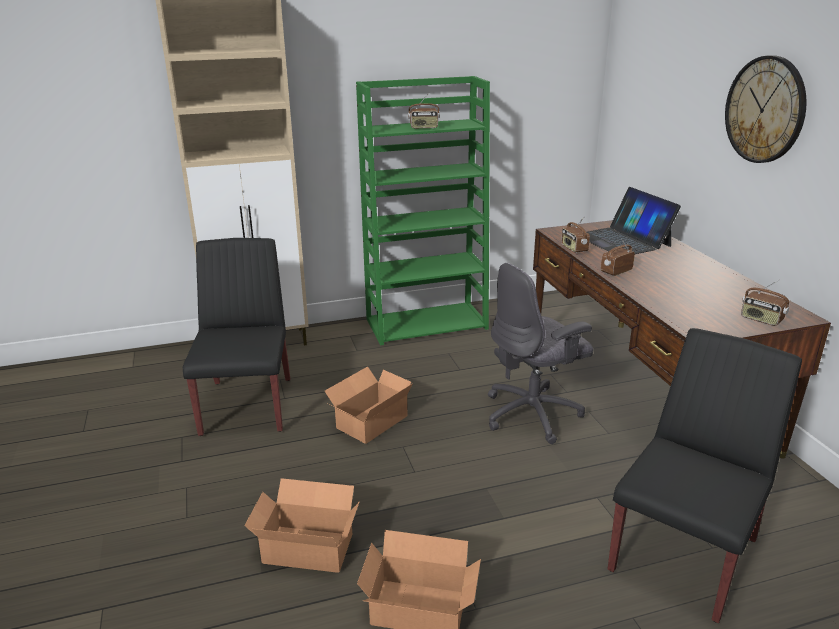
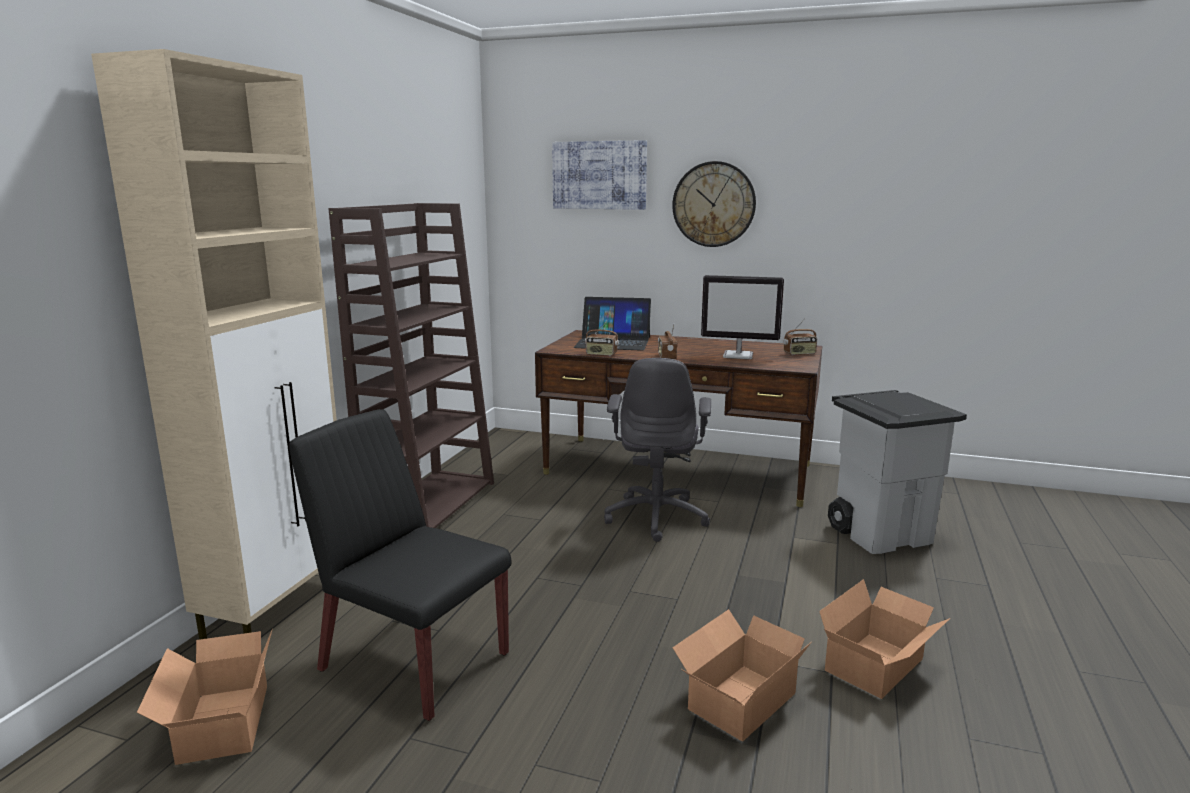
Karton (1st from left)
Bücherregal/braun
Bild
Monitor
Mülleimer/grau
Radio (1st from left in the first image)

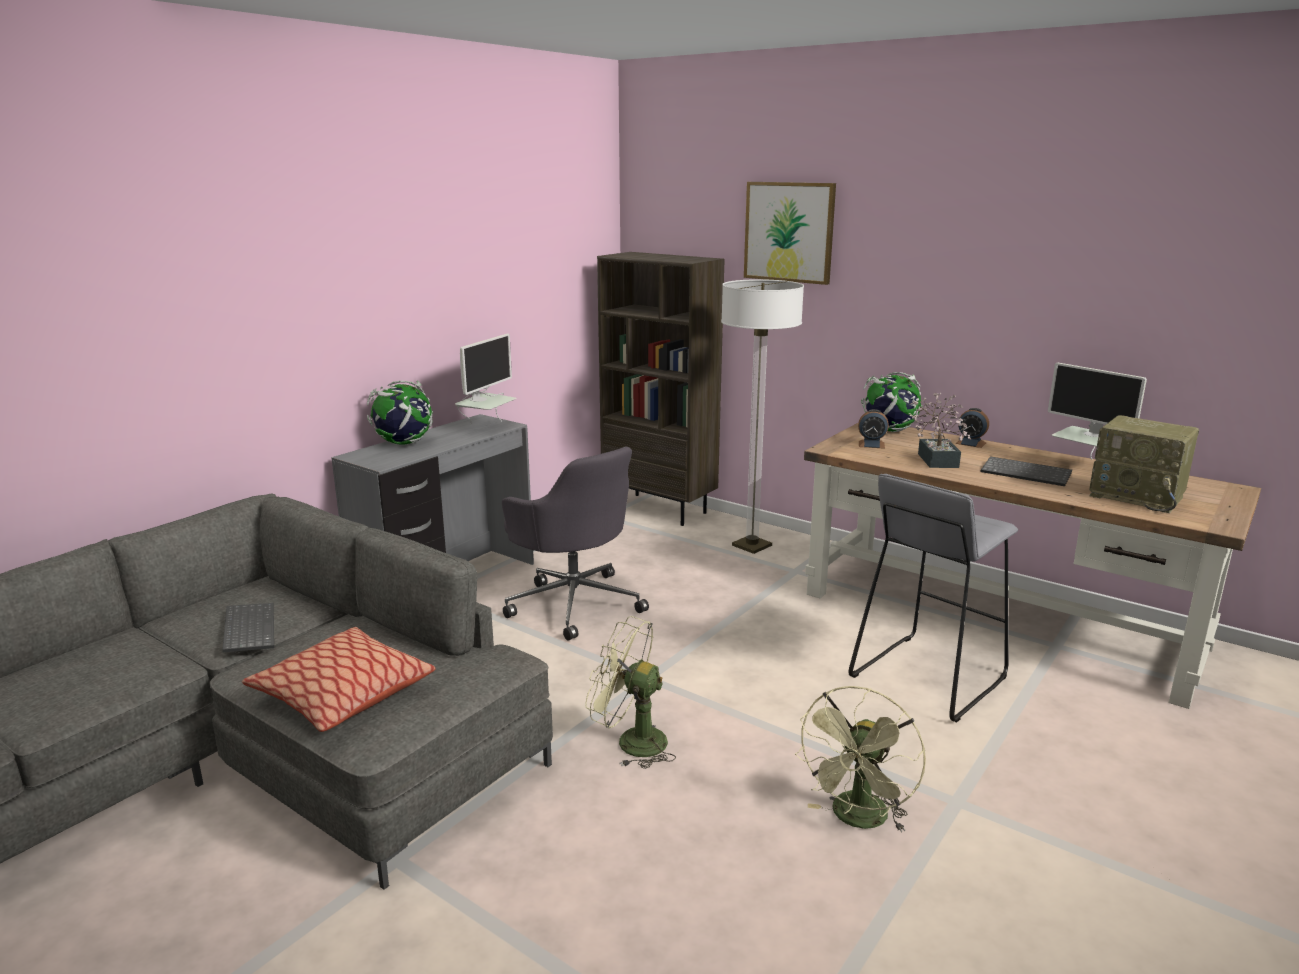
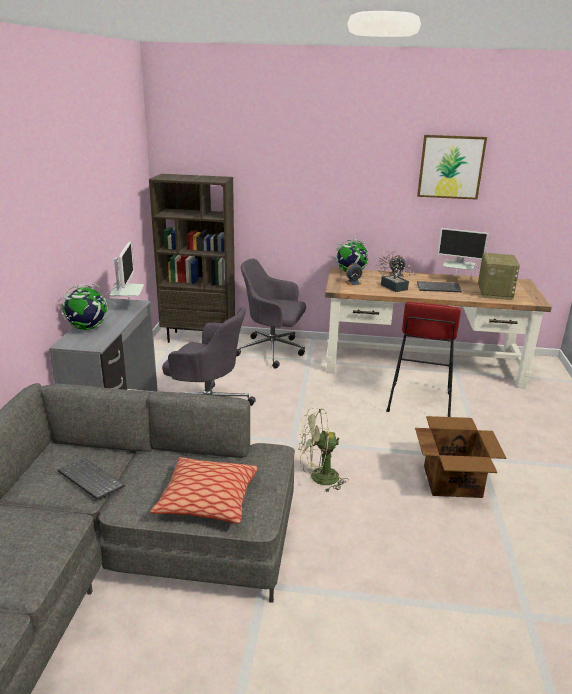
Bürostuhl/grau (2nd from left)
Hocker/rot
Karton
Bild
Radio

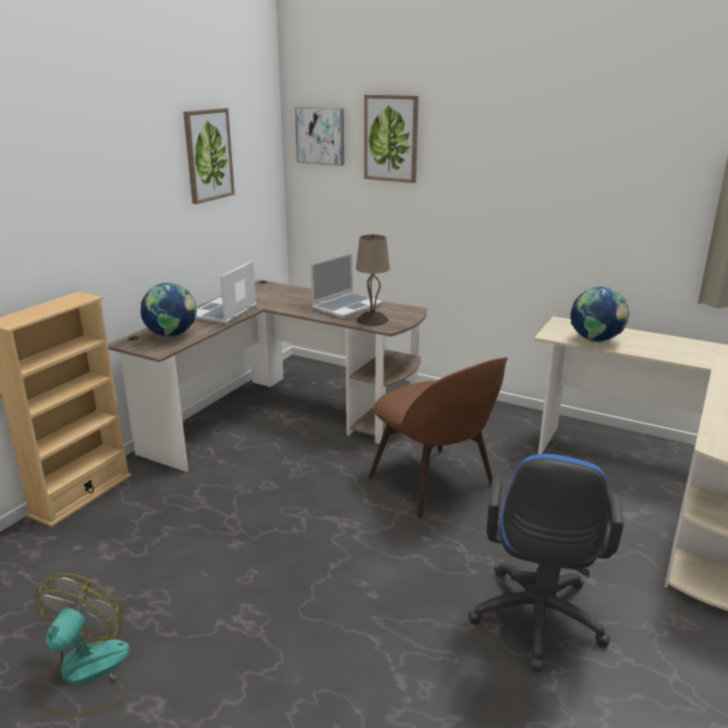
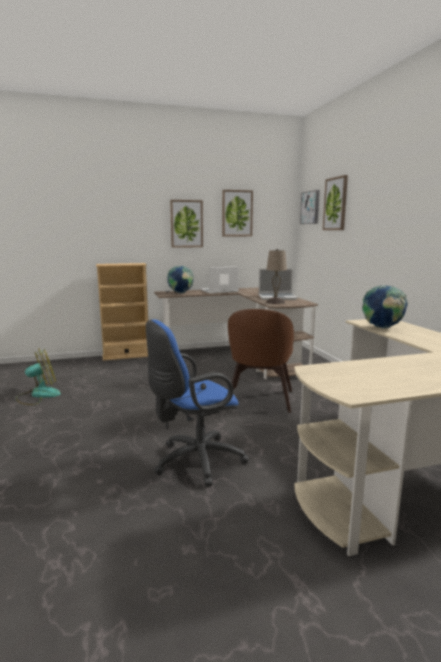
Bild (1st from left)

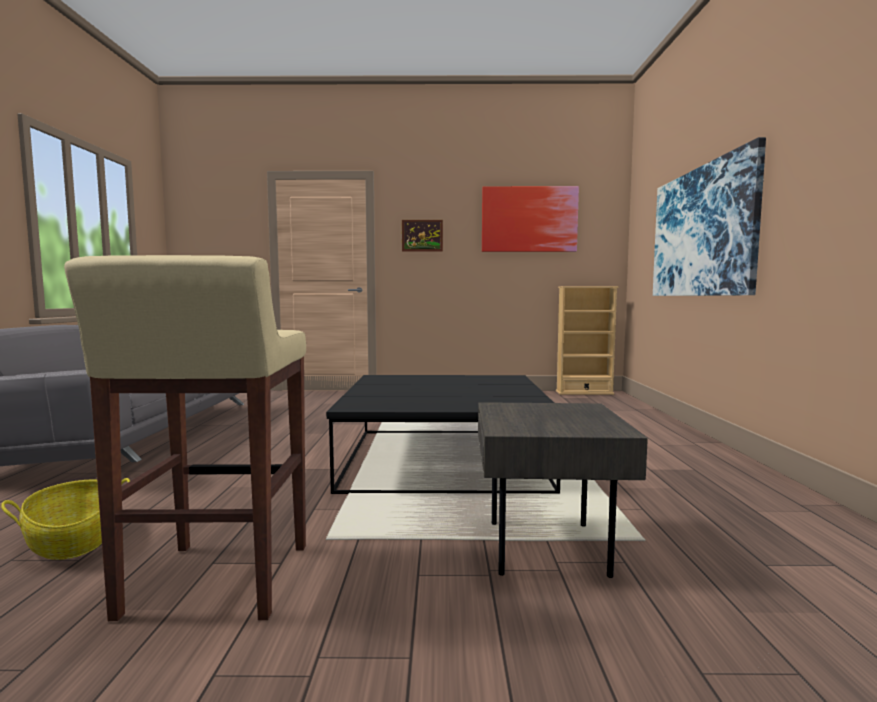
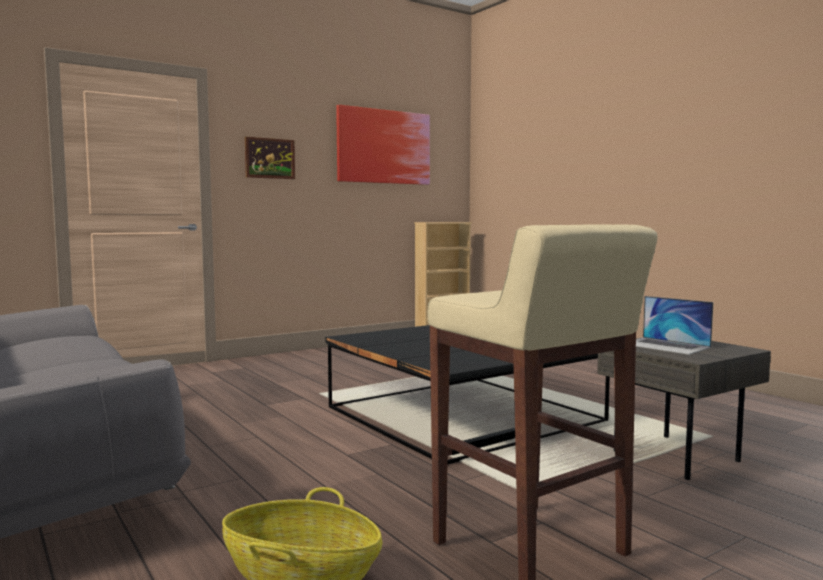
Laptop
Bild (3rd from left in the first image)

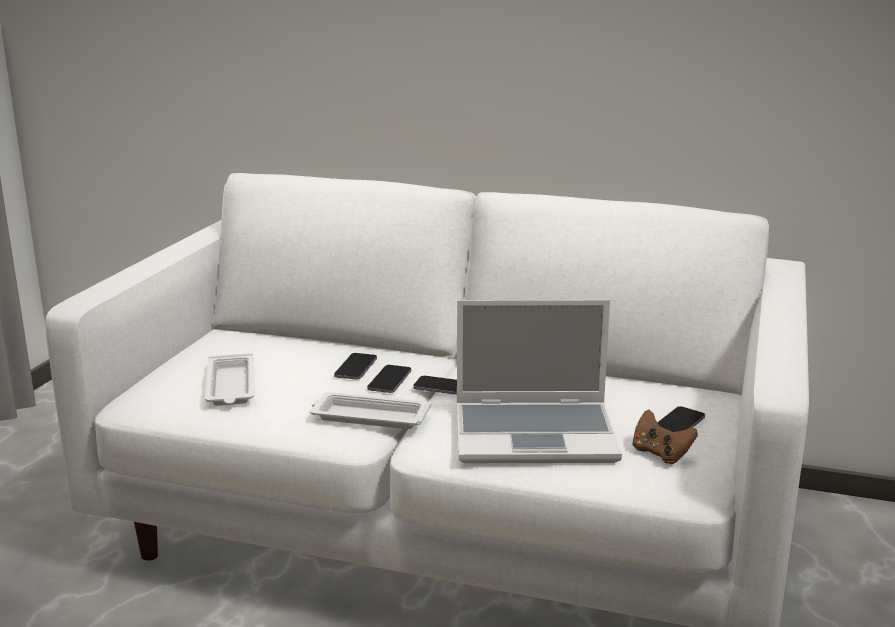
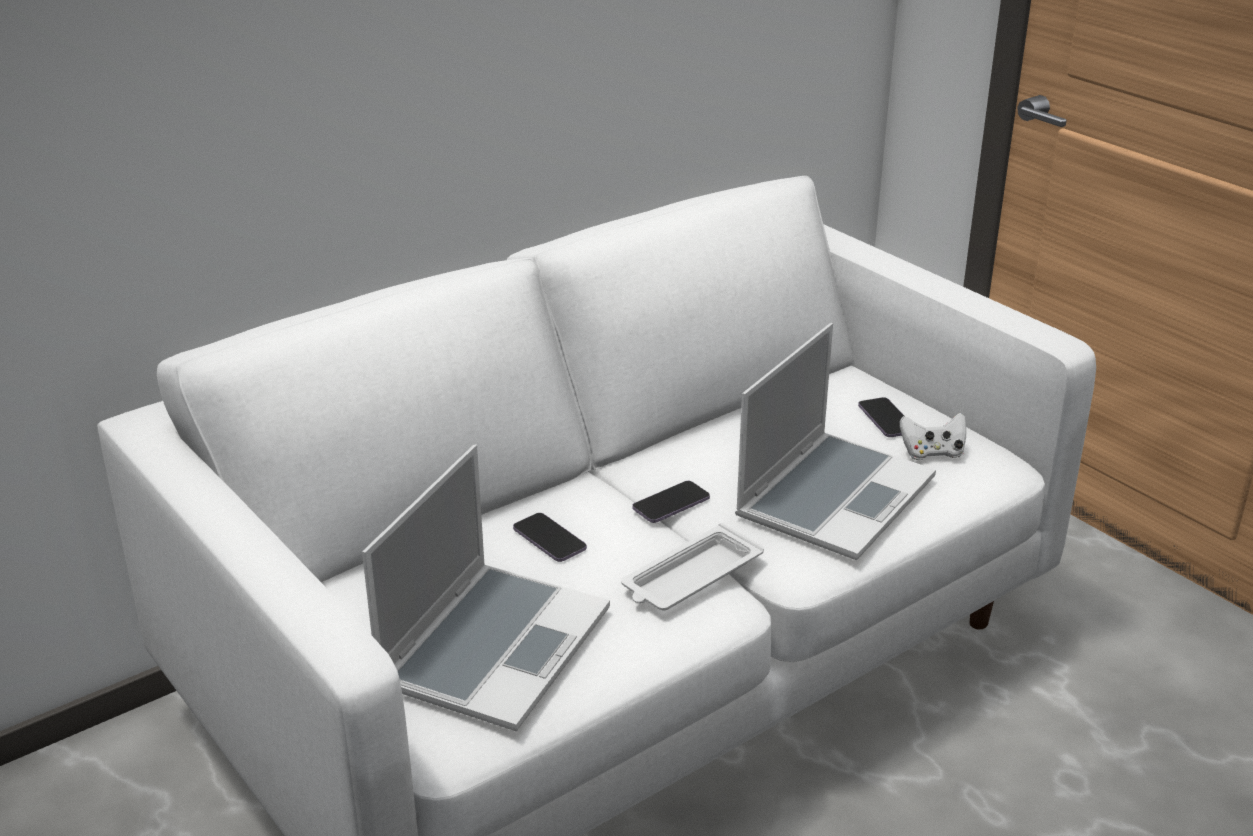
Laptop (1st from left)
Gamepad/weiß
Handy (2nd from left in the first image)

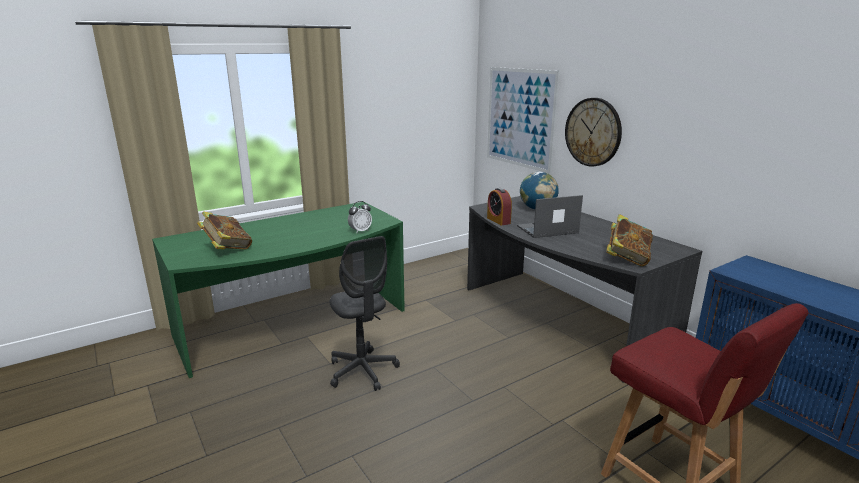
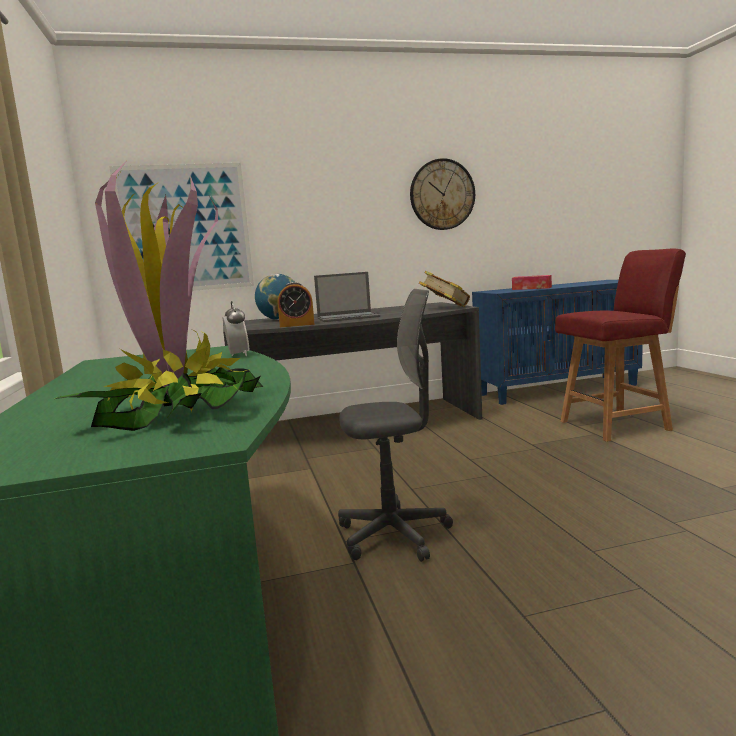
Topfpflanze
Laptop
Wanduhr
Taschentuchbox

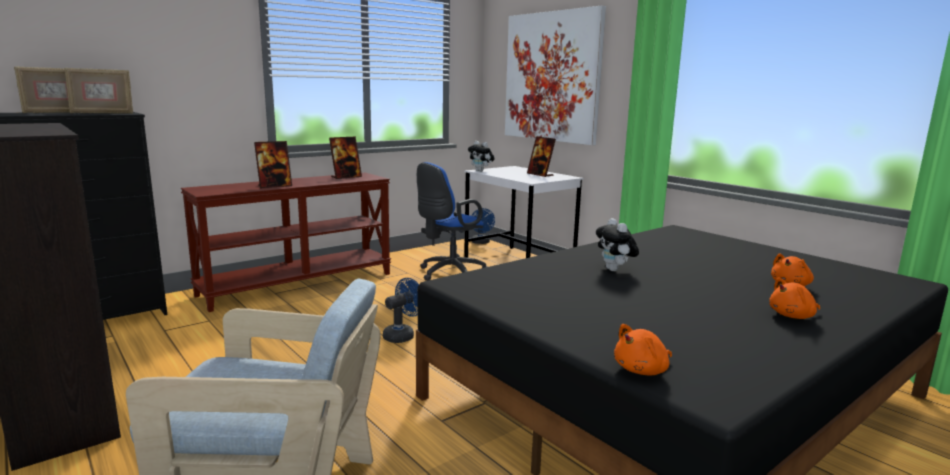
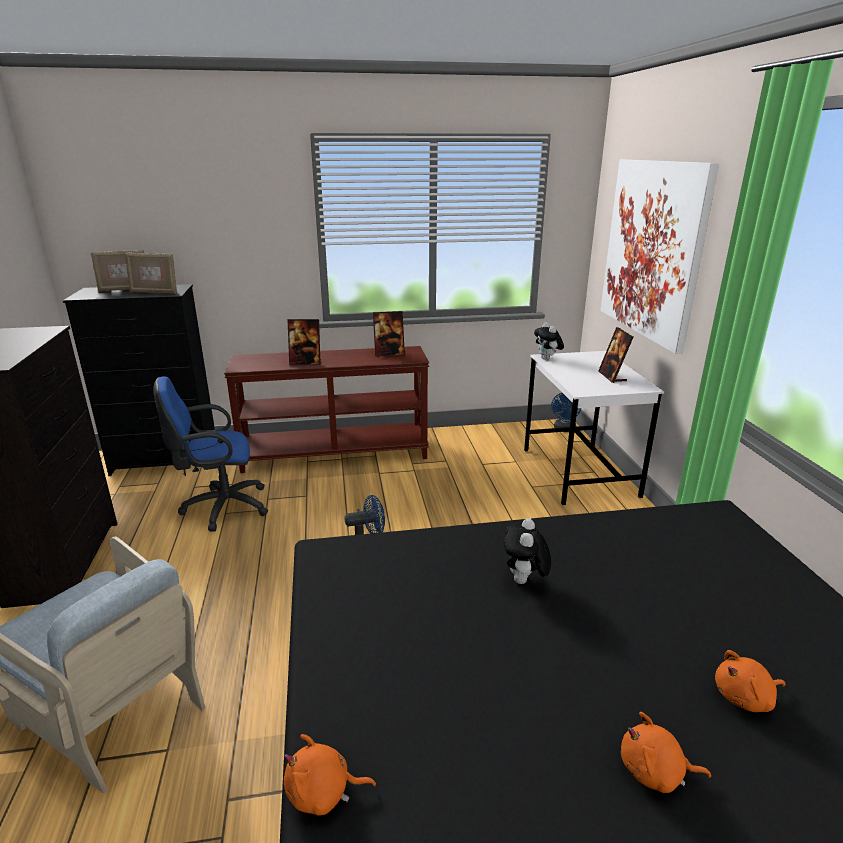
Bürostuhl/blau

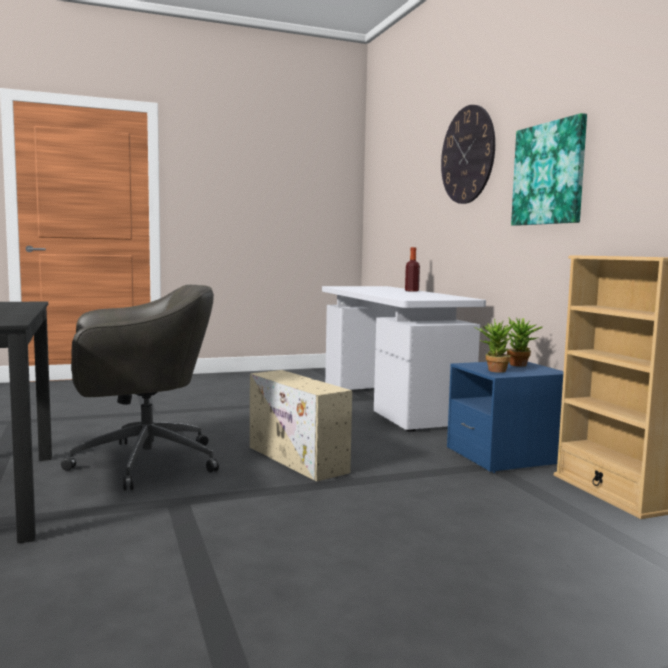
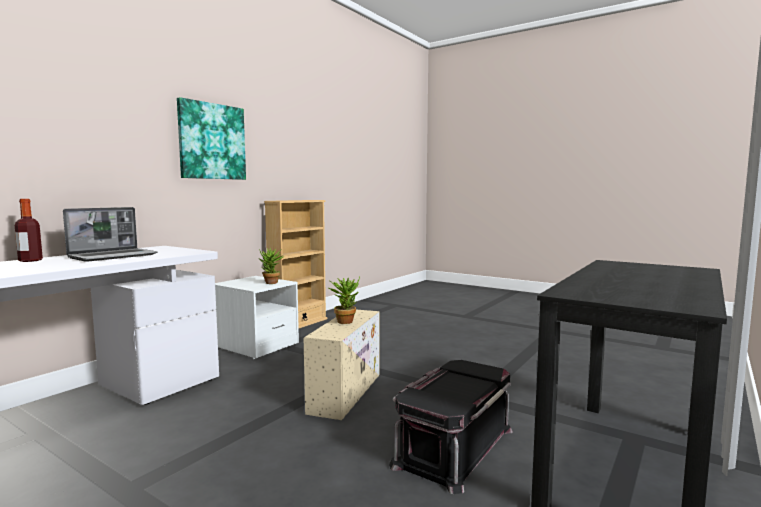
Laptop
Nachttisch/weiß
Topfpflanze (2nd from left)
Aufbewahrungsbox/schwarz
Wanduhr

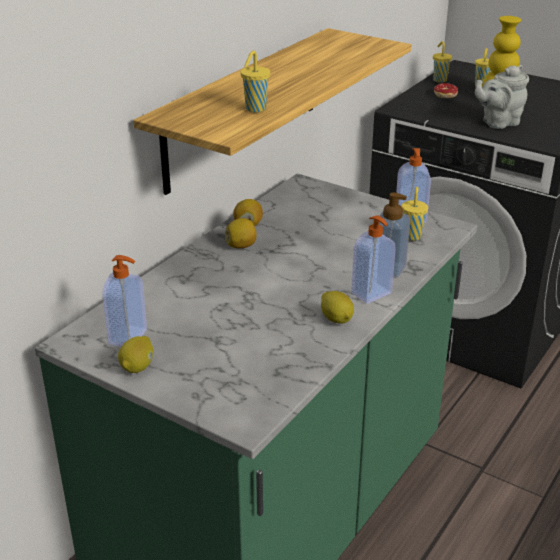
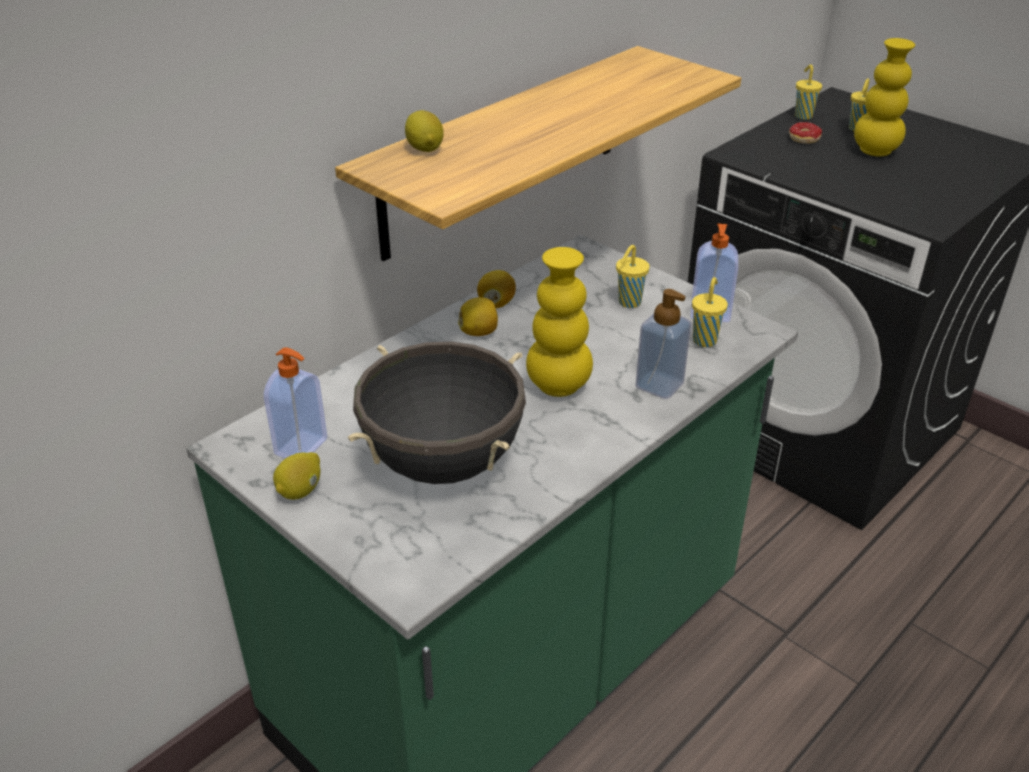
Kochtopf/schwarz
Zitrone (2nd from left)
Vase/gelb (1st from left)
Tasse/gelb (1st from left)
Seifenspender (2nd from left in the first image)
Teekanne/grau

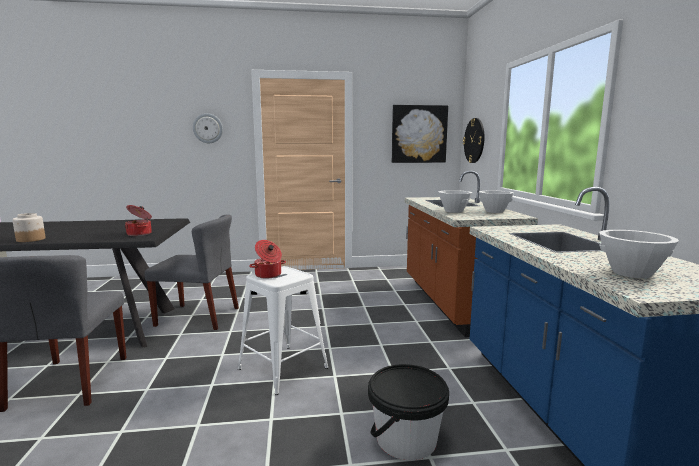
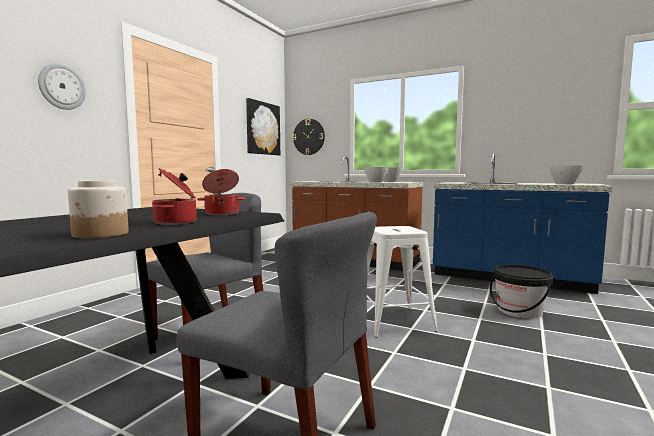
Kochtopf (1st from left)

